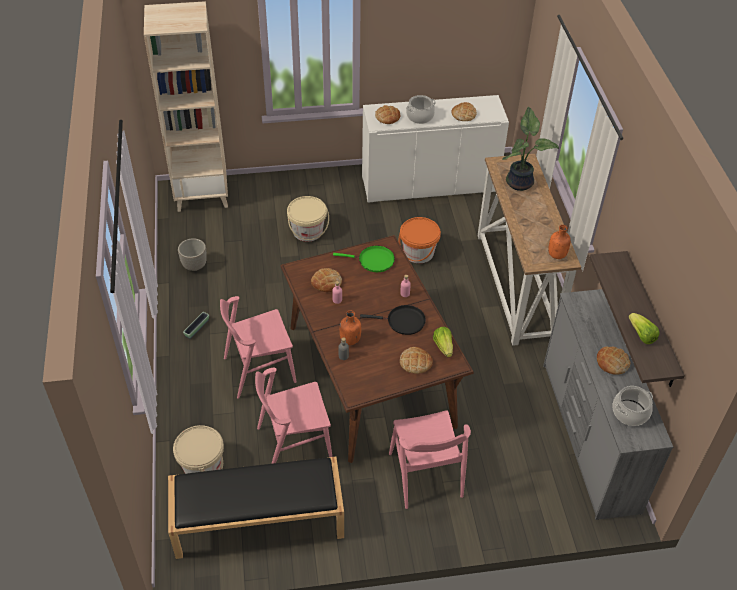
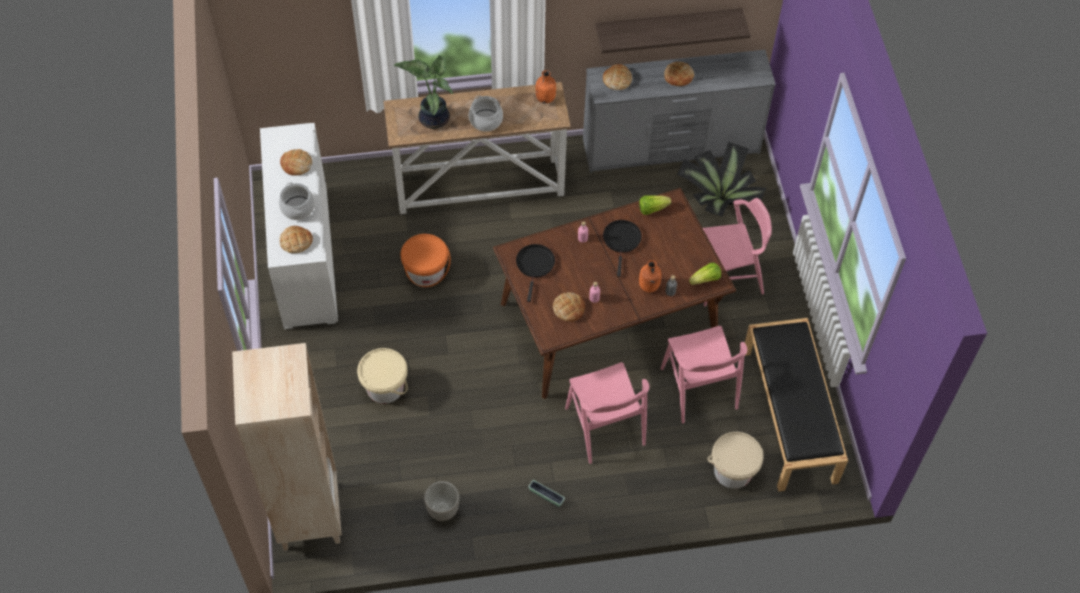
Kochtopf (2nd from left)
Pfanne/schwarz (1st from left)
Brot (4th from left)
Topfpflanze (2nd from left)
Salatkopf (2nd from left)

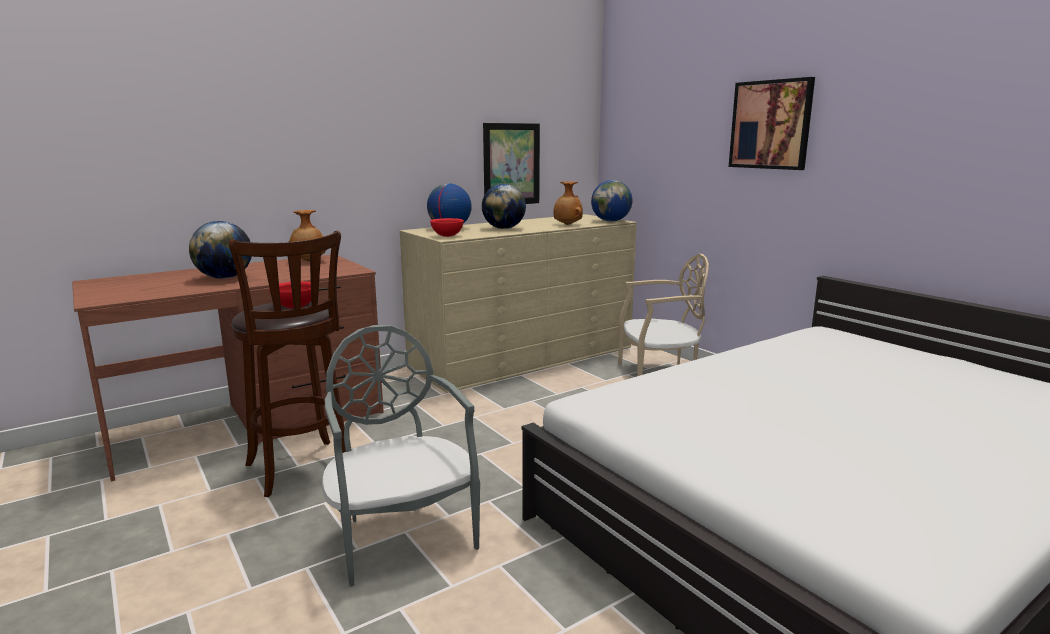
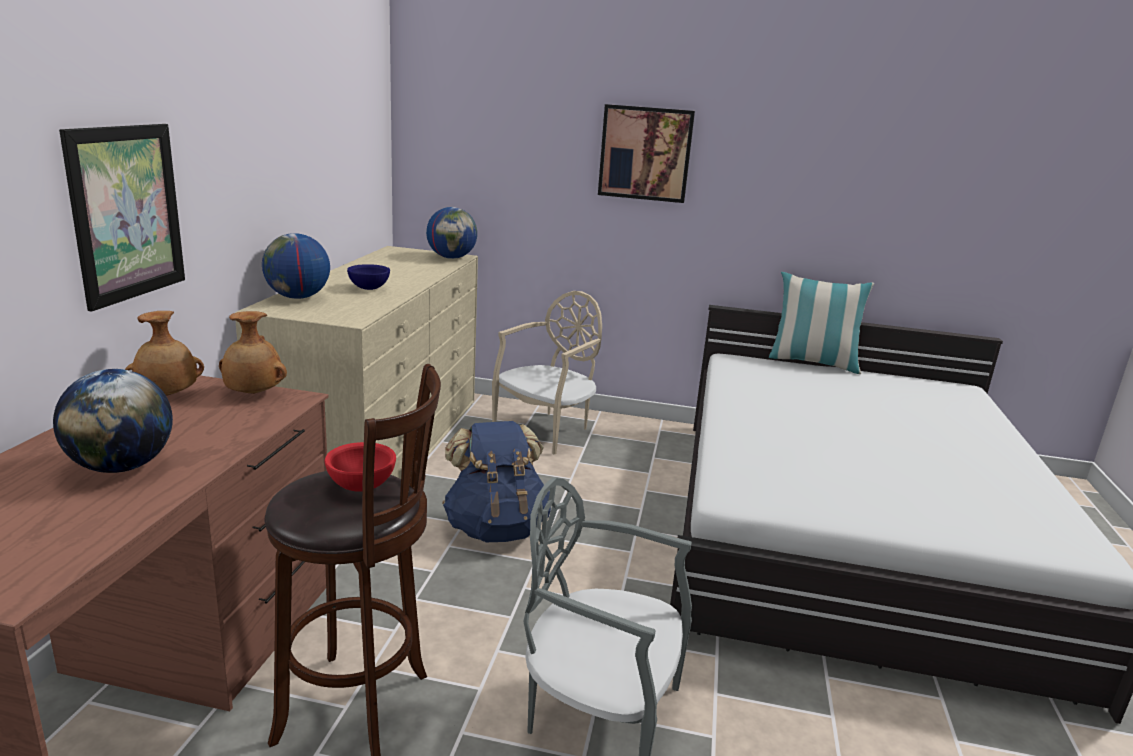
Bild (1st from left)
Vase/braun (2nd from left)
Schüssel/blau
Rucksack/blau
Kissen
Schüssel/rot (2nd from left in the first image)

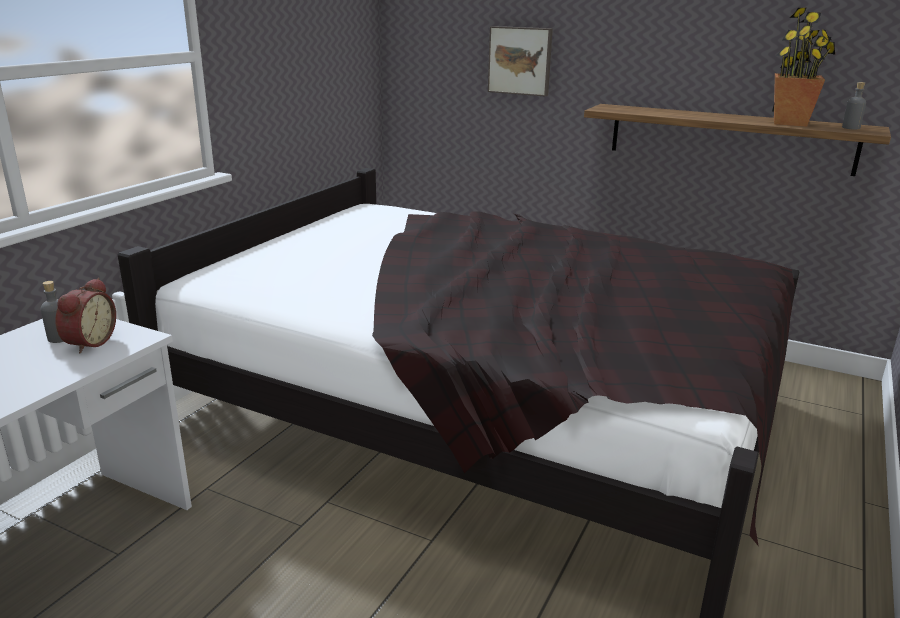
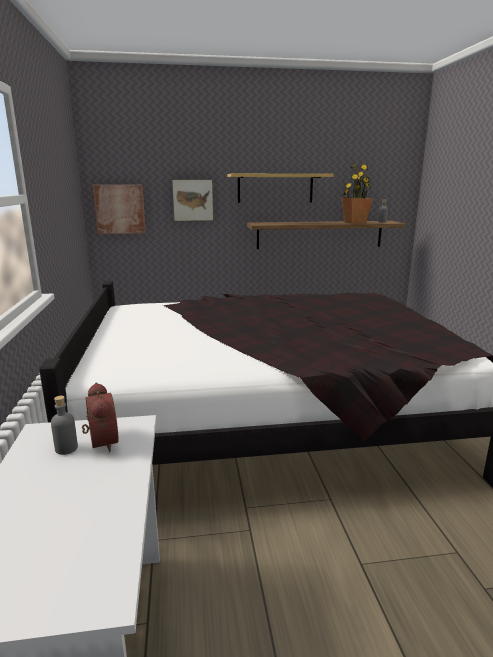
Bild (1st from left)
Wandregal (1st from left)

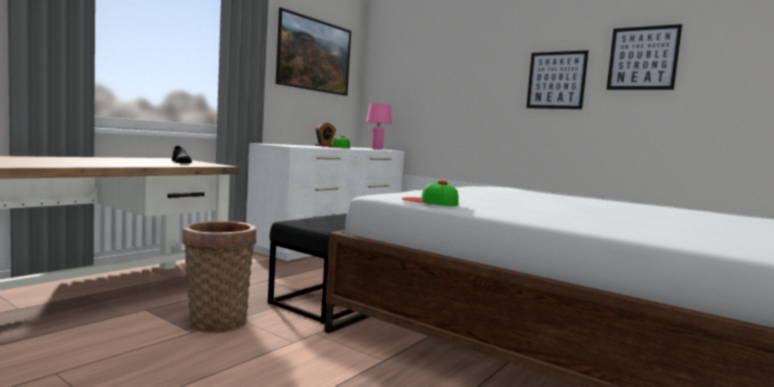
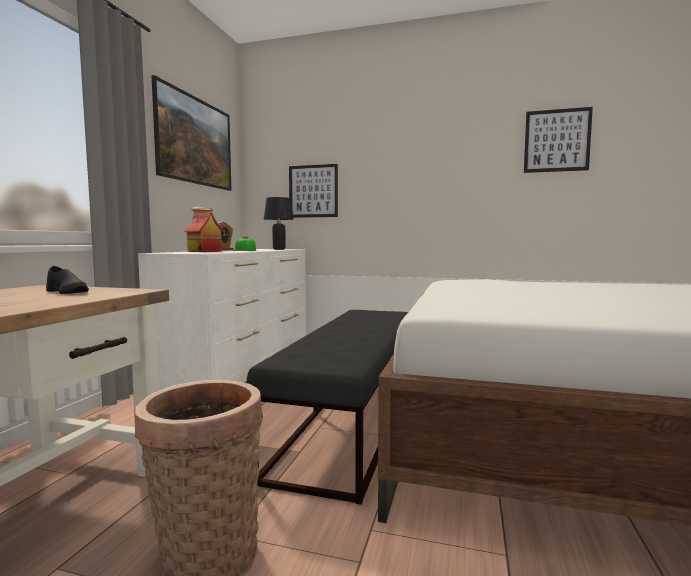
Spielzeughaus
Tischlampe/schwarz
Bild (2nd from left)
Kappe (2nd from left in the first image)

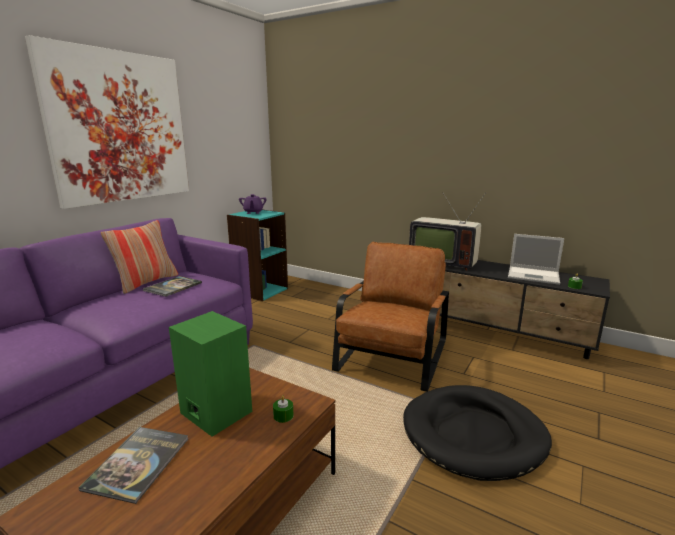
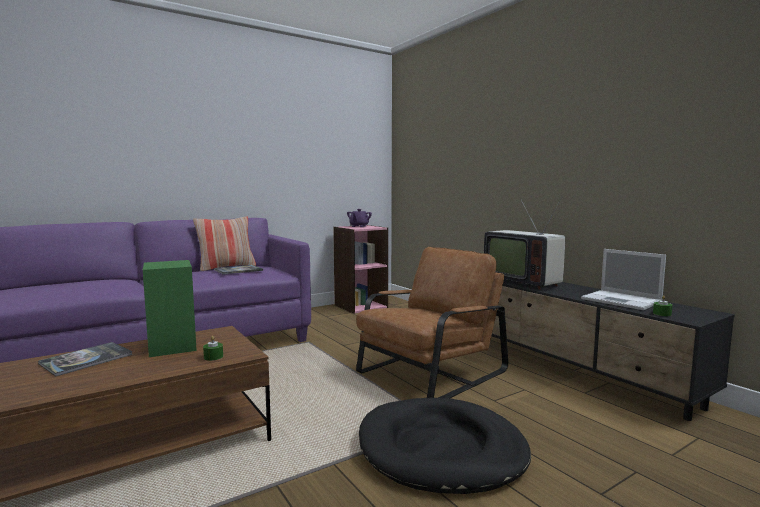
Bücherregal/rosa
Bild

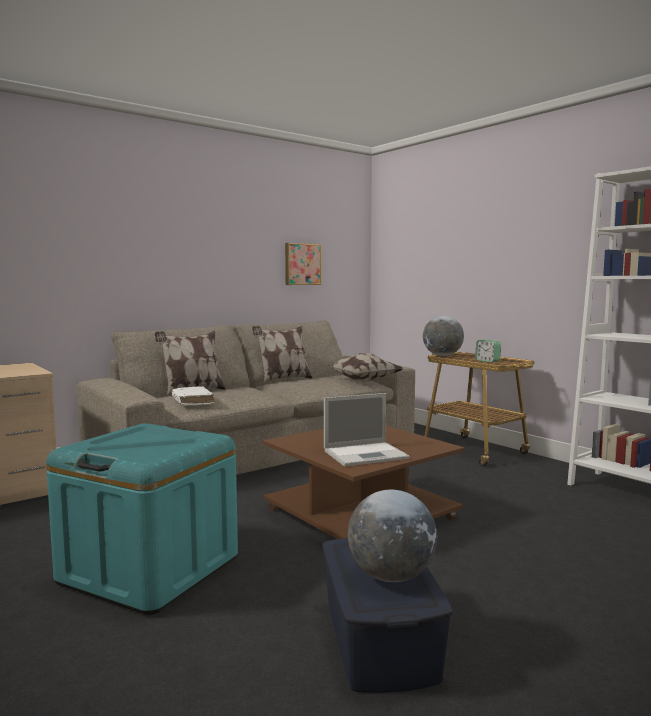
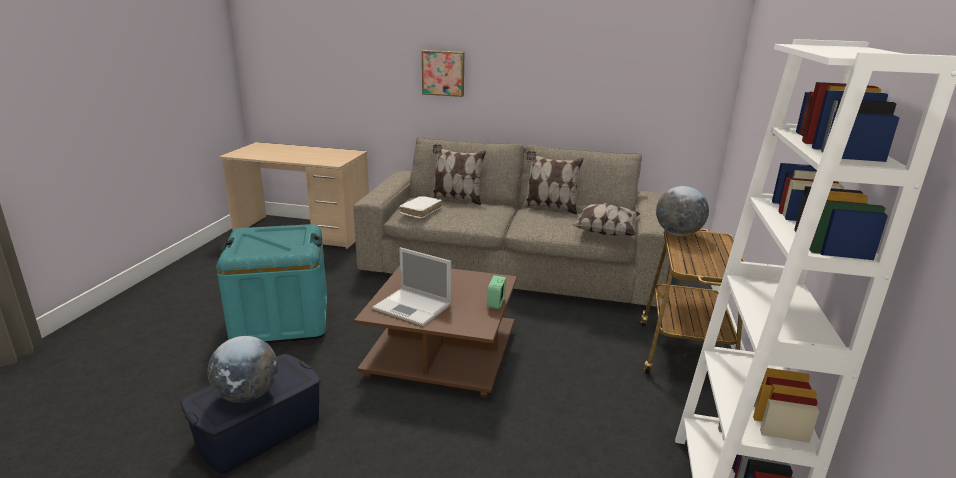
Bild
Wecker

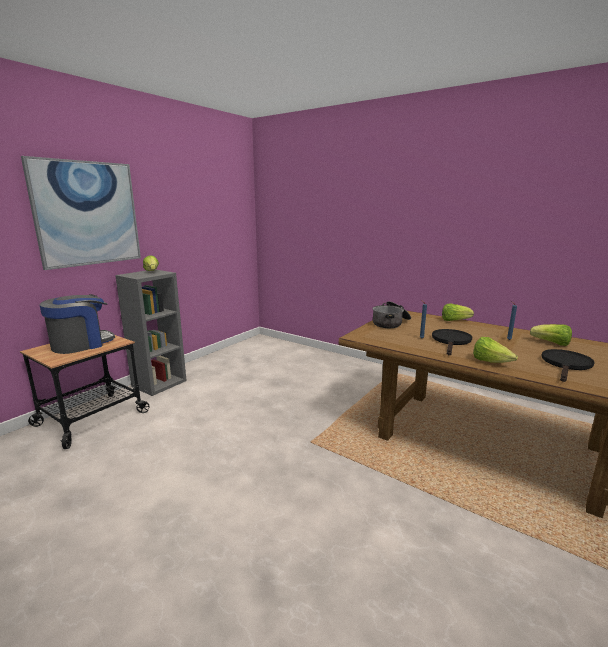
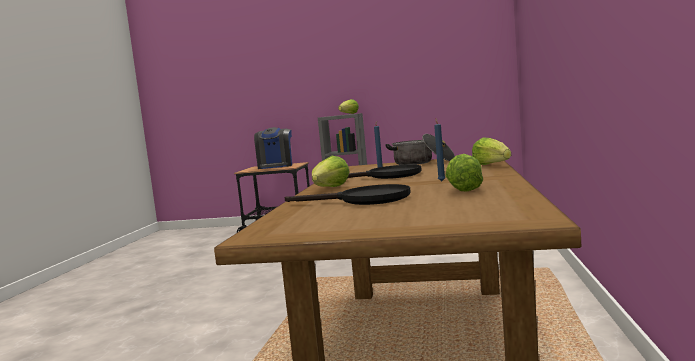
Kaffeemaschine
Bild

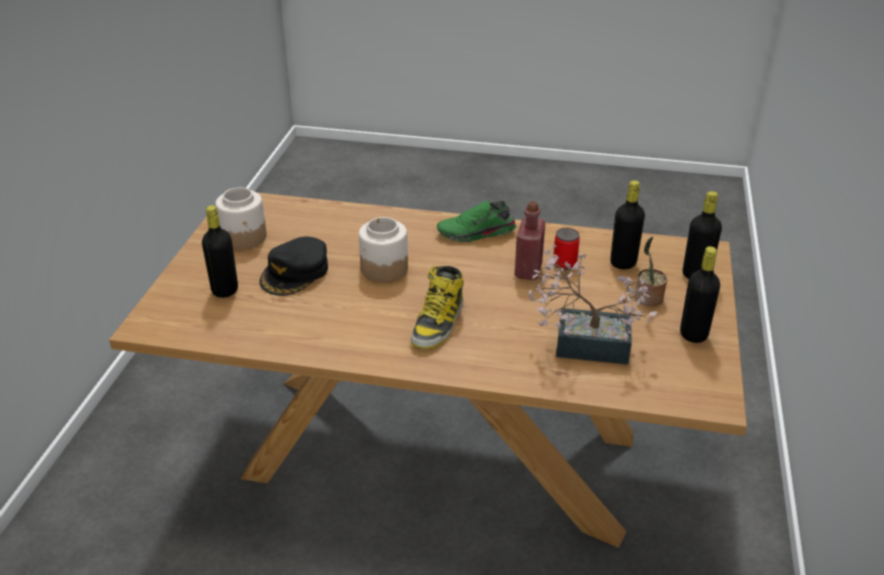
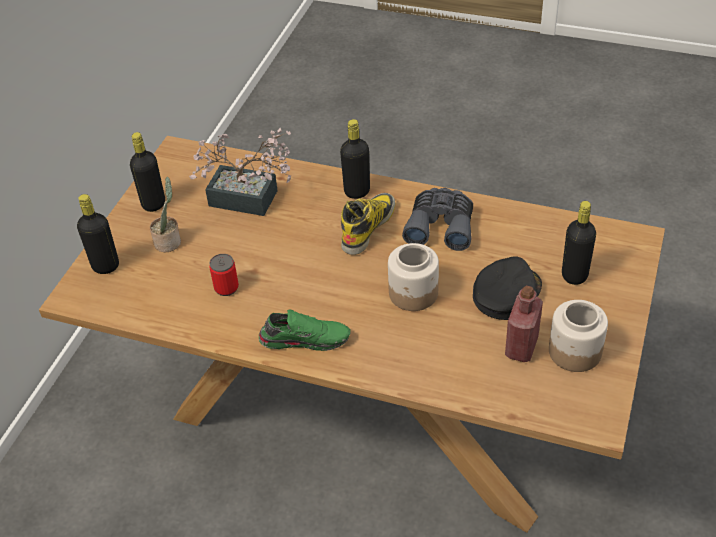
Flasche/schwarz (3rd from left)
Fernglas/grau
Flasche/rot

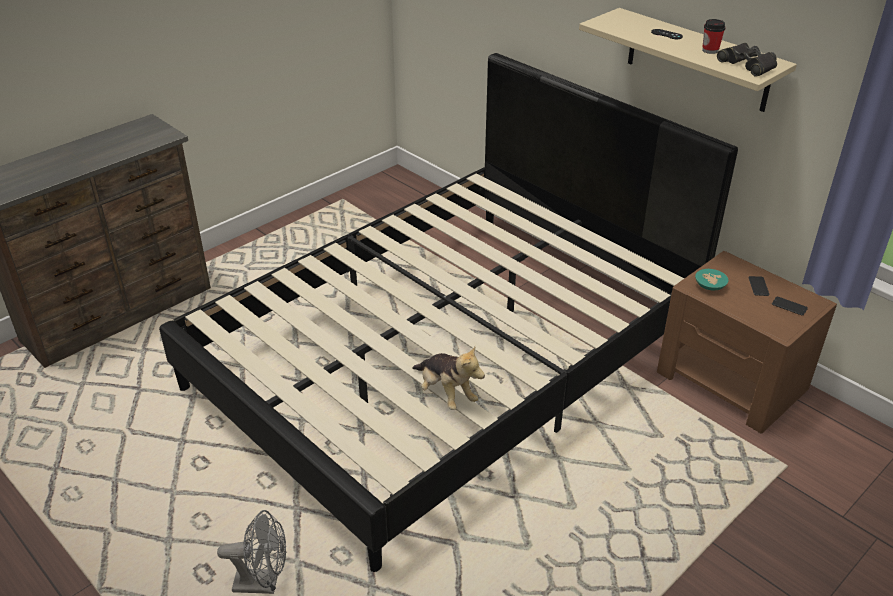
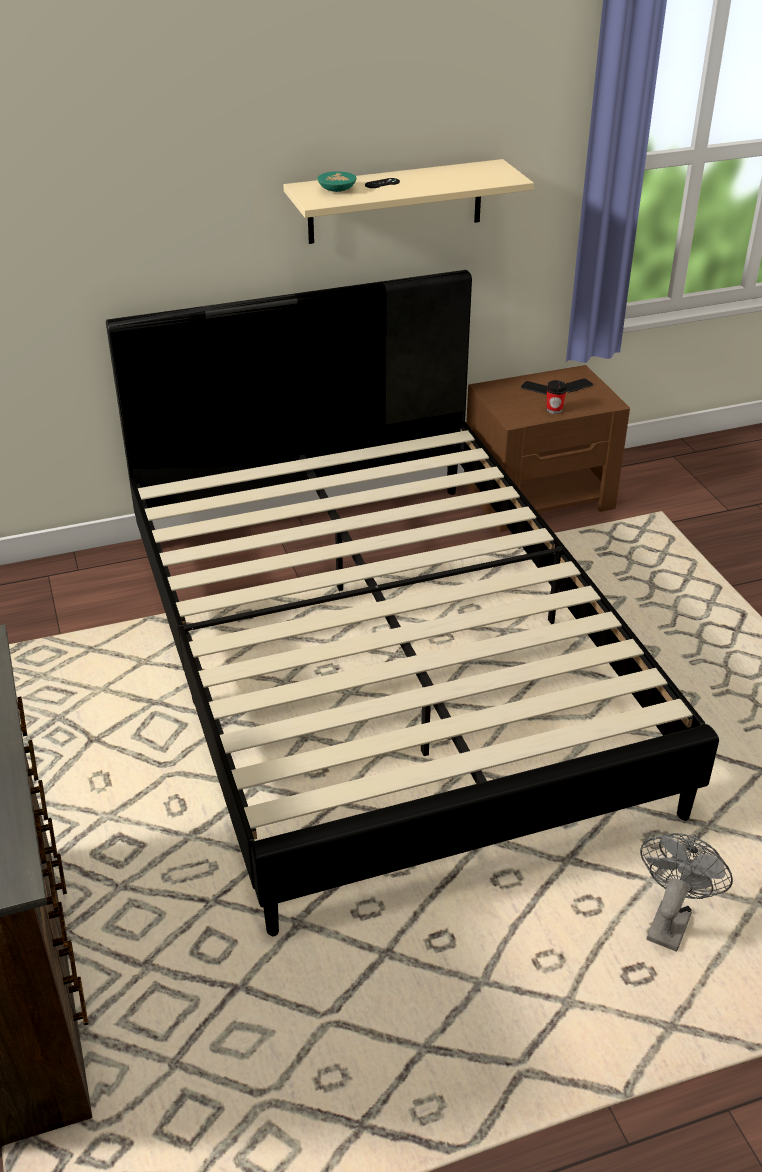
Schüssel/türkis
Tasse
Plüschtier
Fernglas/schwarz

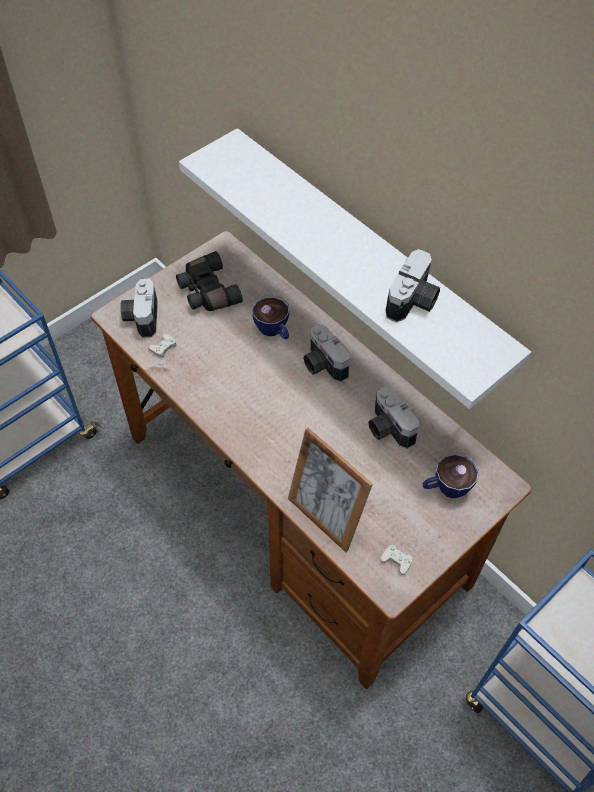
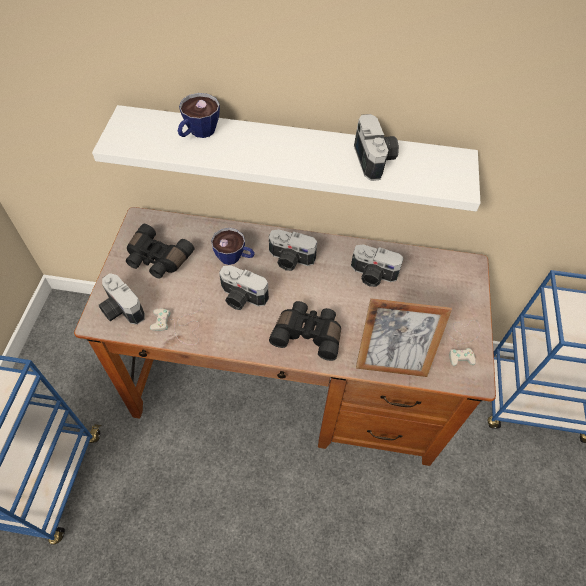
Tasse (1st from left)
Kamera (2nd from left)
Fernglas/schwarz (2nd from left)

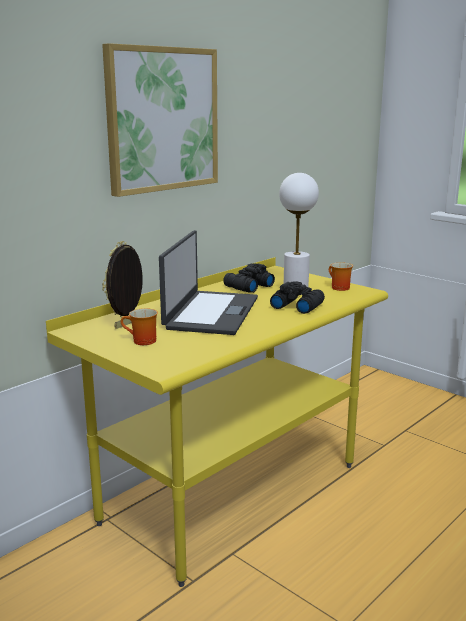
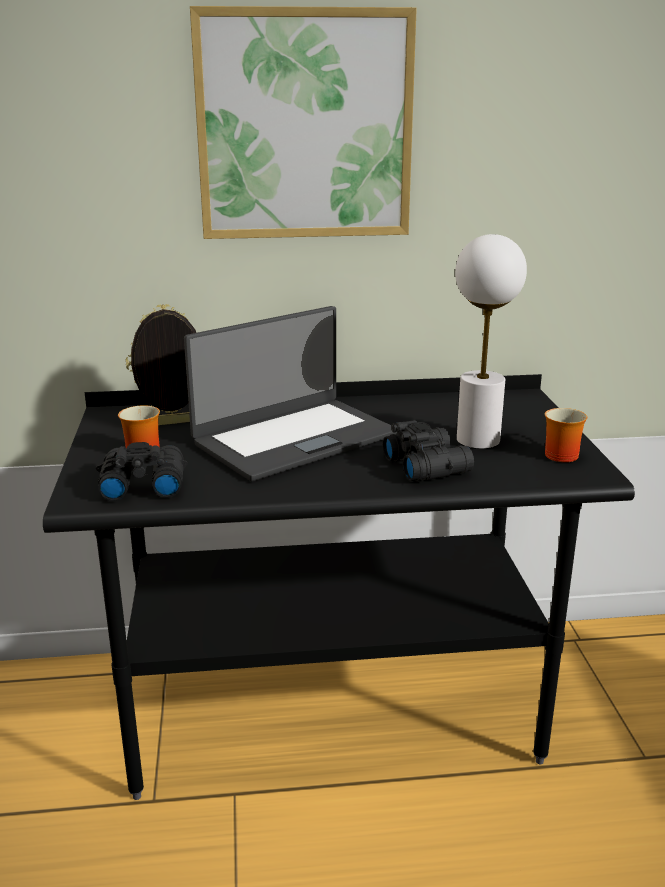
Schreibtisch/schwarz
Fernglas/schwarz (1st from left)

